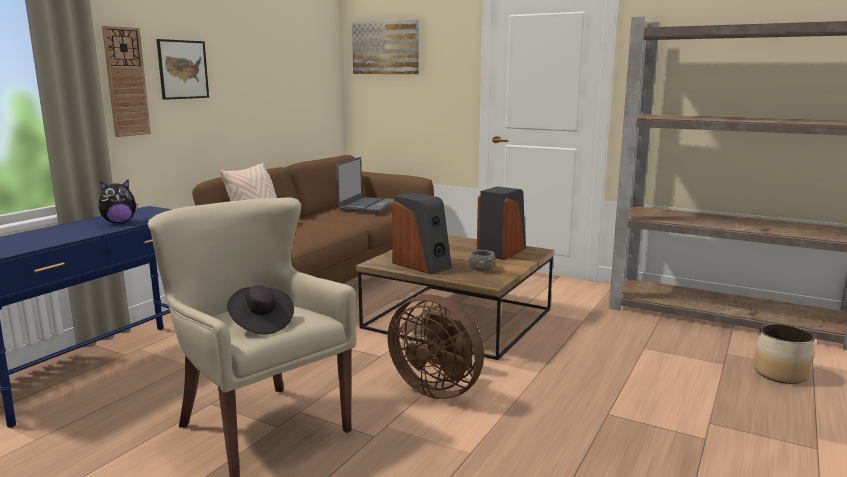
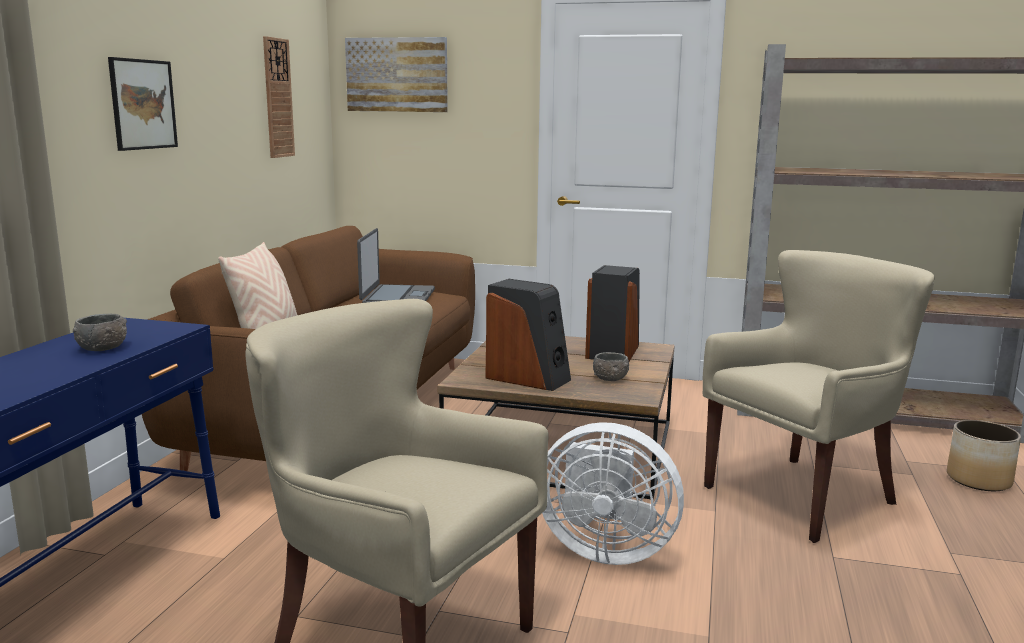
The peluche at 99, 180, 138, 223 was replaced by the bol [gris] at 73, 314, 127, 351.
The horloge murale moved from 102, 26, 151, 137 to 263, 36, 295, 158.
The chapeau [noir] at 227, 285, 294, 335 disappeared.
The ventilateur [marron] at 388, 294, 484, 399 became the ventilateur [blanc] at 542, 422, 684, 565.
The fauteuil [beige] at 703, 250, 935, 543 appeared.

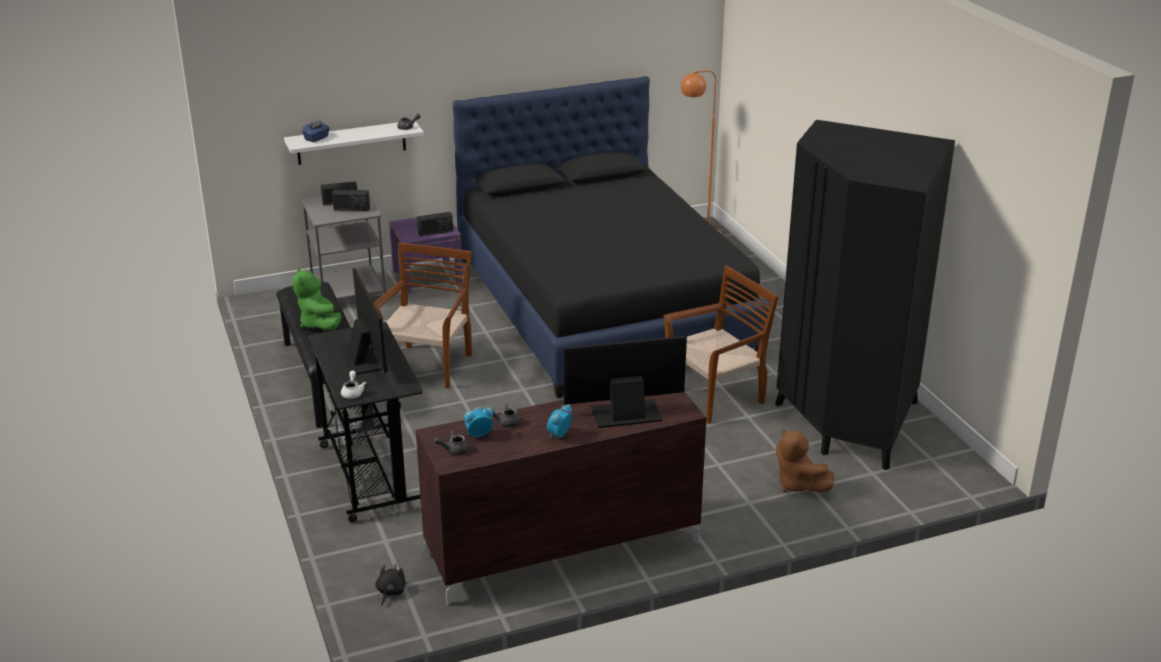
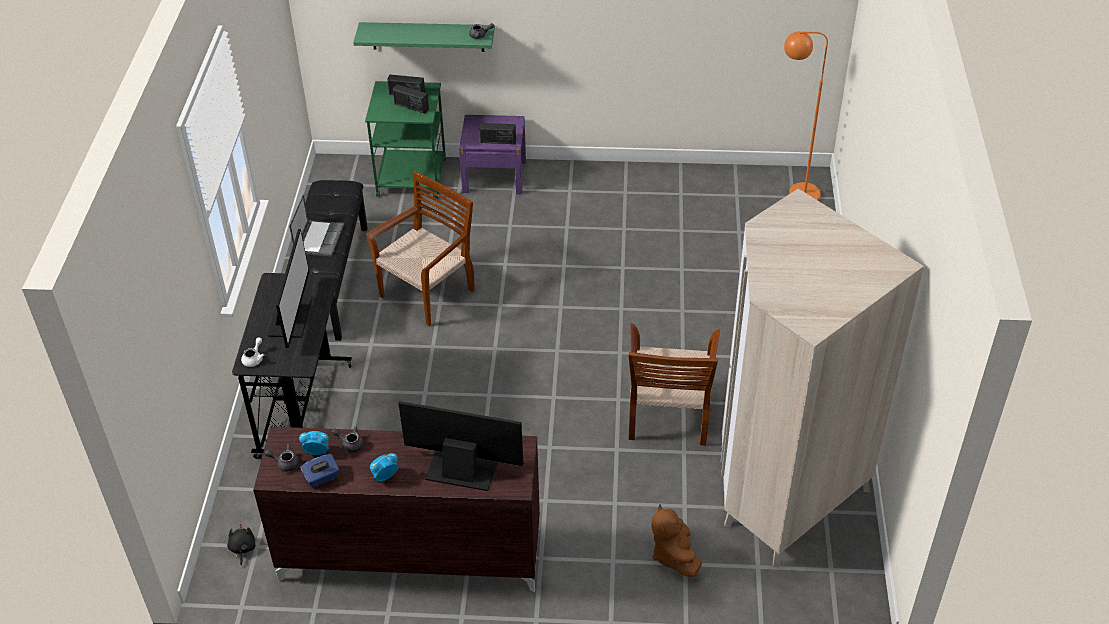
The étagère [blanc] at 284, 121, 424, 165 became the étagère [vert] at 353, 22, 495, 52.
The peluche [vert] at 293, 267, 341, 330 was replaced by the ordinateur portable at 289, 194, 344, 257.
The chariot [gris] at 301, 196, 386, 299 became the chariot [vert] at 365, 81, 446, 199.
The boîte à mouchoirs [bleu] moved from 302, 120, 330, 142 to 300, 454, 339, 488.
The peluche [noir] at 375, 564, 406, 605 turned 45 degrees counterclockwise.
The lit [noir] at 453, 76, 771, 398 disappeared.
The fauteuil [marron] at 664, 266, 778, 424 turned 105 degrees clockwise.
The armoire [noir] at 775, 120, 955, 470 became the armoire [beige] at 721, 189, 924, 567.

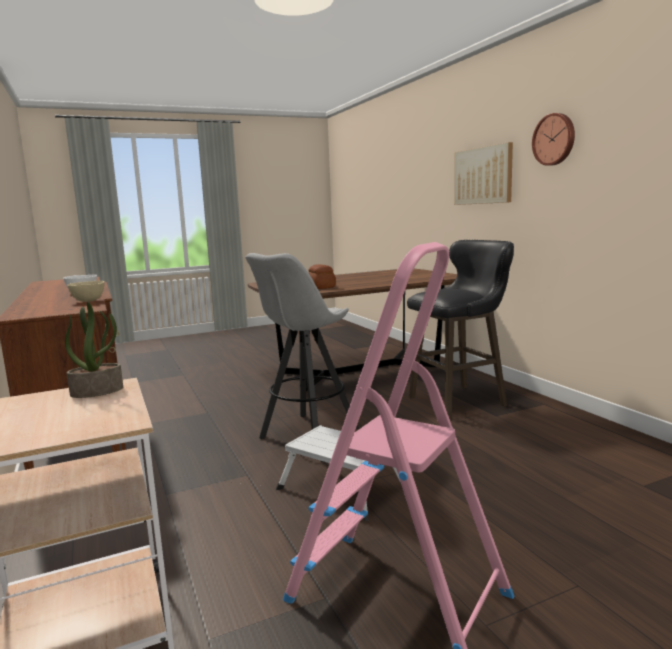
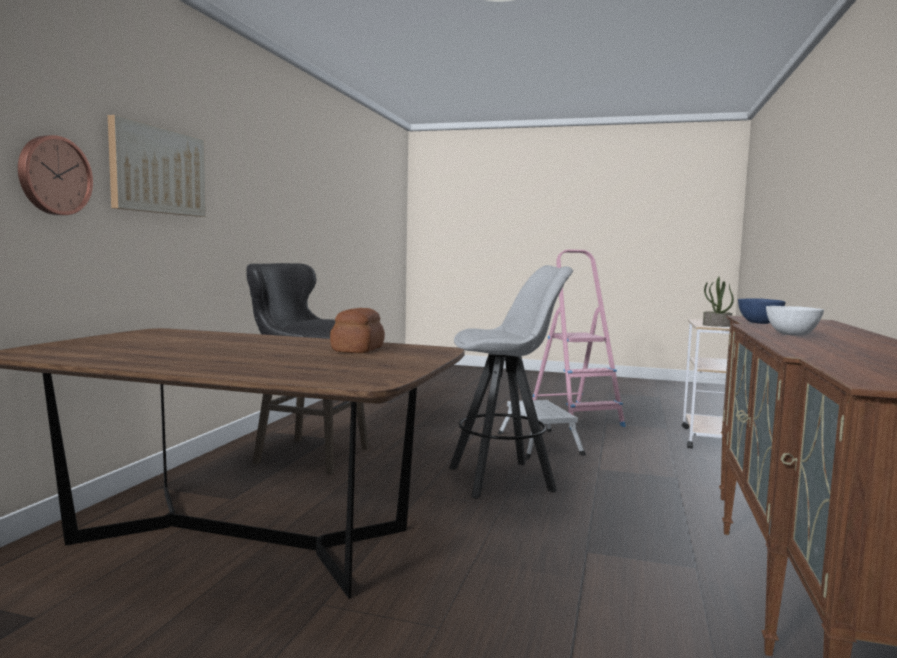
The bol [beige] at 67, 281, 104, 302 became the bol [bleu] at 738, 299, 786, 324.
The horloge murale moved from 532, 113, 575, 166 to 18, 135, 93, 215.

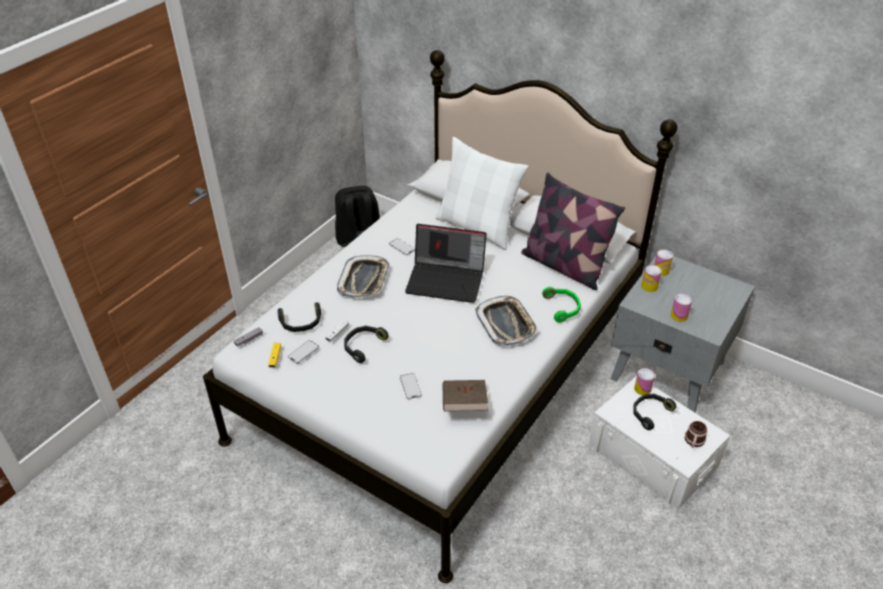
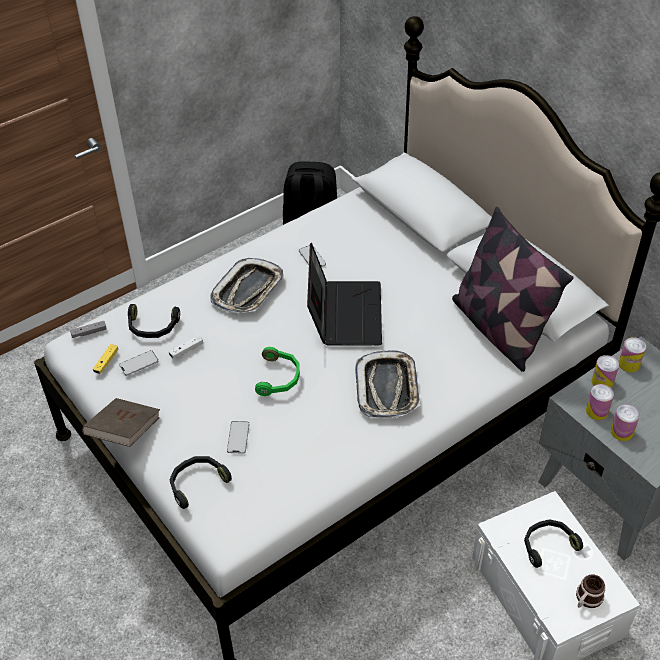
The casque audio [noir] moved from 344, 326, 389, 363 to 169, 456, 232, 509.
The ordinateur portable at 405, 224, 487, 303 turned 120 degrees counterclockwise.
The coussin [blanc] at 435, 137, 529, 250 disappeared.
The livre [marron] moved from 442, 380, 488, 412 to 82, 398, 160, 447.
The casque audio [vert] moved from 542, 287, 581, 323 to 255, 347, 300, 396.
The boîte métallique moved from 634, 368, 655, 395 to 586, 384, 614, 420.

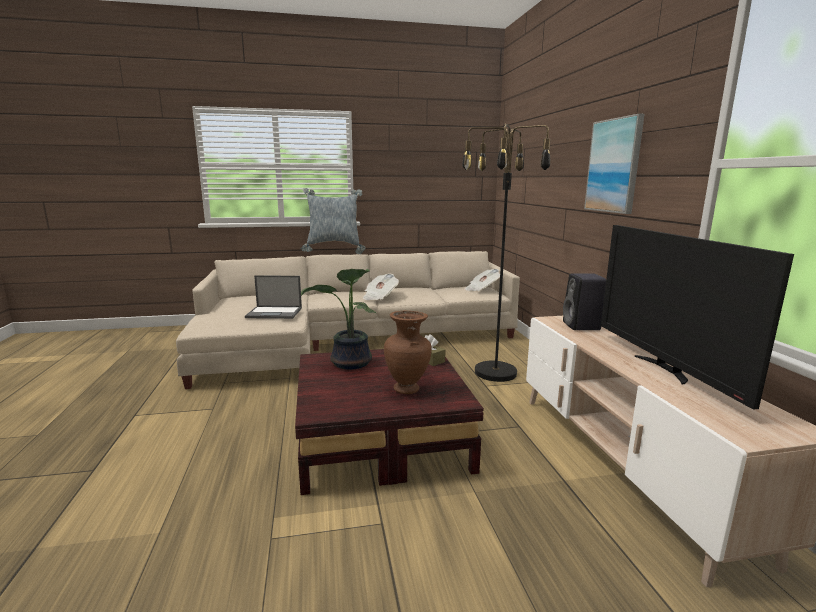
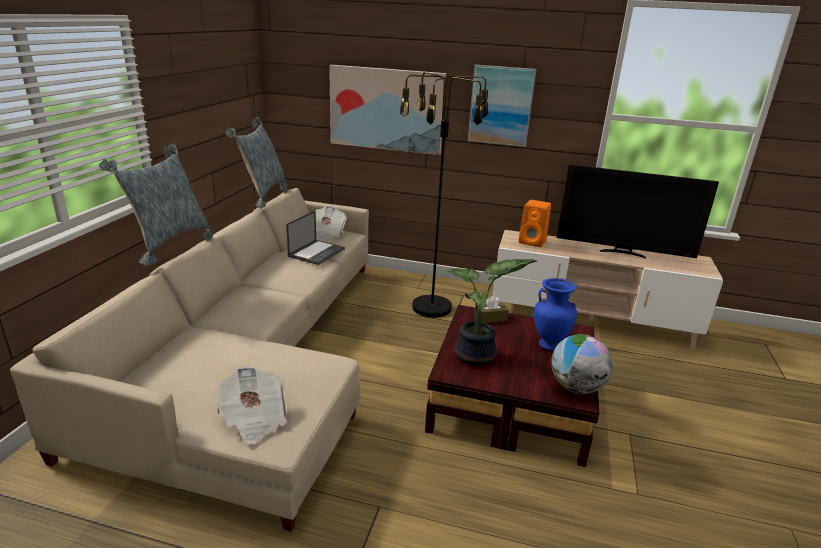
The ordinateur portable moved from 245, 275, 302, 319 to 286, 211, 345, 265.
The journal moved from 362, 273, 399, 300 to 217, 366, 287, 445.
The vase [marron] at 384, 311, 432, 394 became the vase [bleu] at 534, 278, 577, 351.
The enceinte [noir] at 563, 273, 606, 330 became the enceinte [orange] at 518, 200, 551, 247.
The coussin at 225, 117, 288, 209 appeared.
The tableau at 329, 65, 446, 155 appeared.
The globe at 551, 334, 613, 394 appeared.

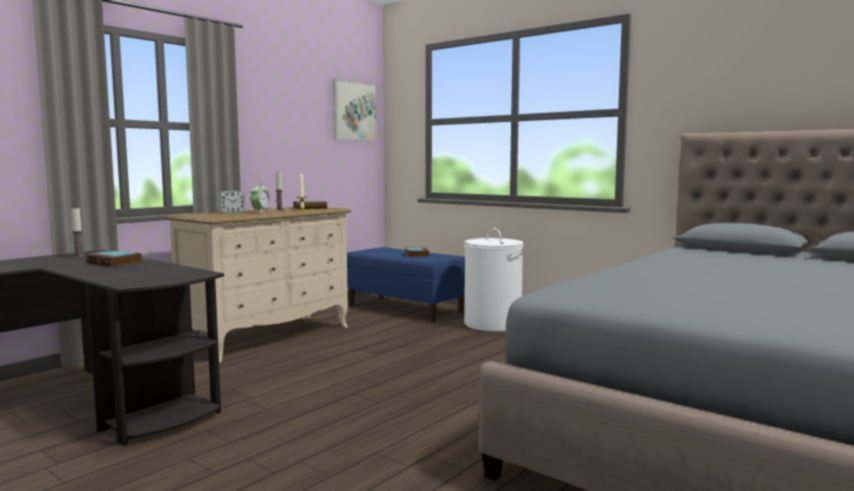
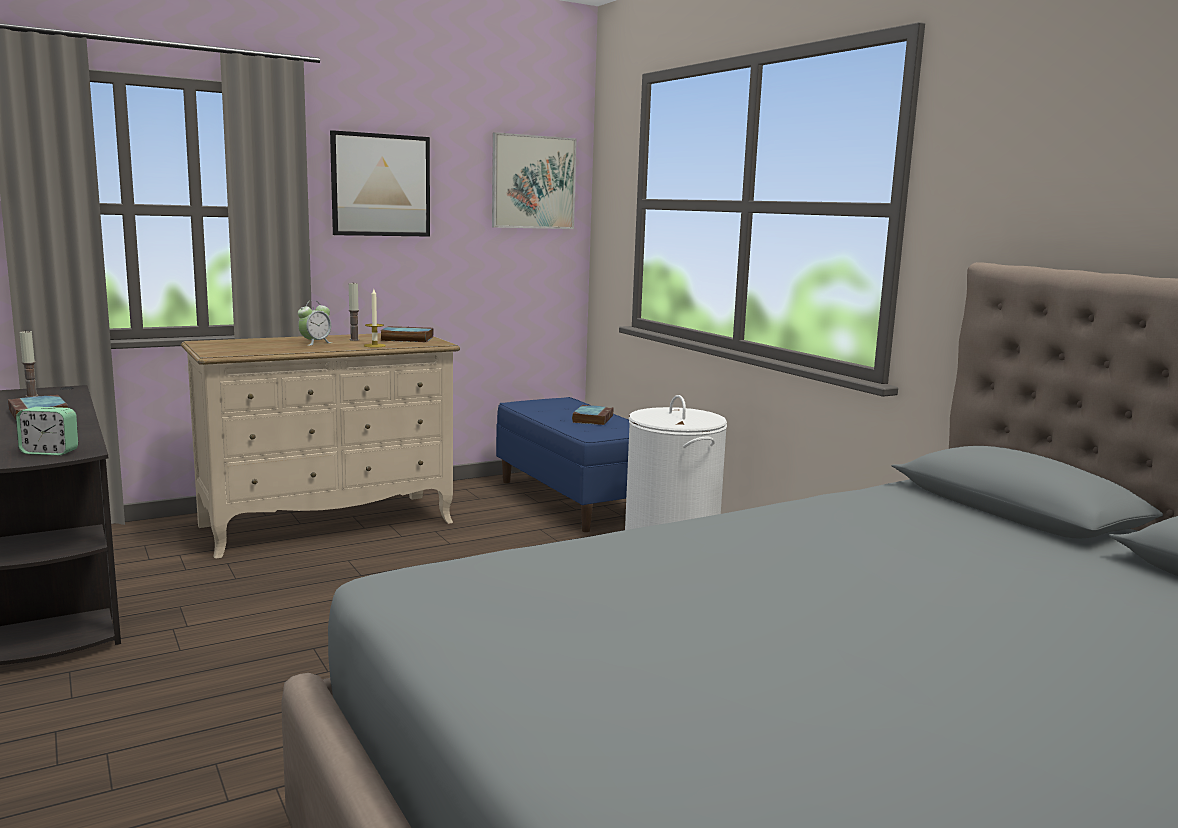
The réveil moved from 220, 190, 245, 213 to 16, 407, 78, 455.
The tableau at 330, 130, 430, 237 appeared.

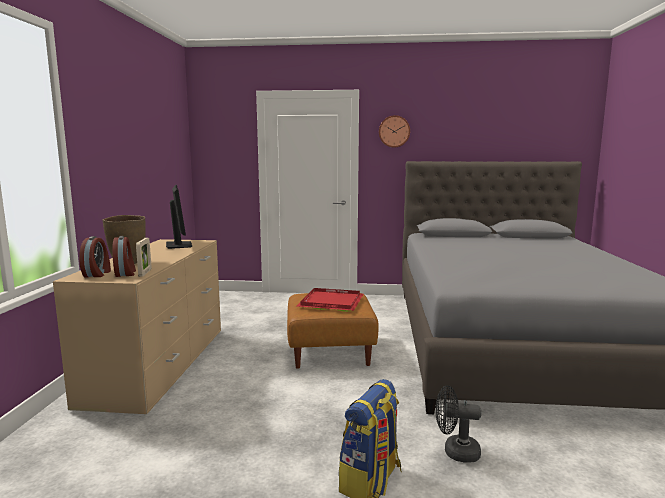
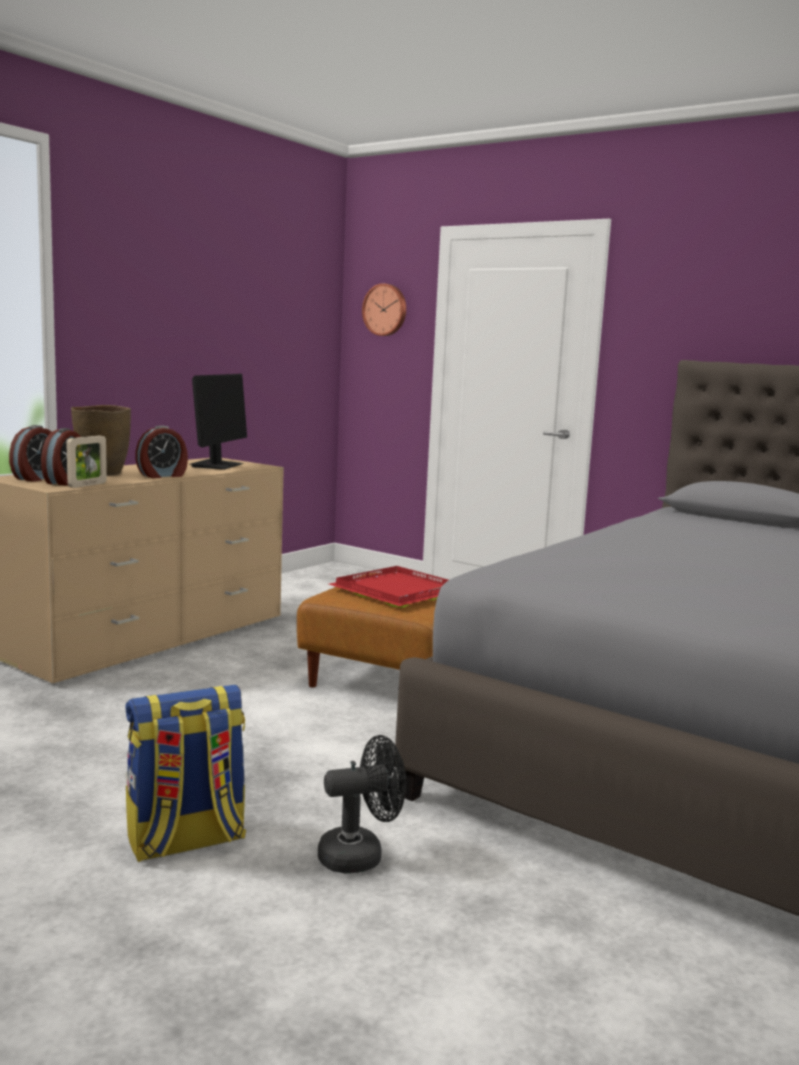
The horloge murale moved from 379, 115, 410, 148 to 362, 283, 406, 336.
The ventilateur [noir] at 436, 385, 481, 463 turned 120 degrees clockwise.
The réveil at 135, 425, 188, 478 appeared.

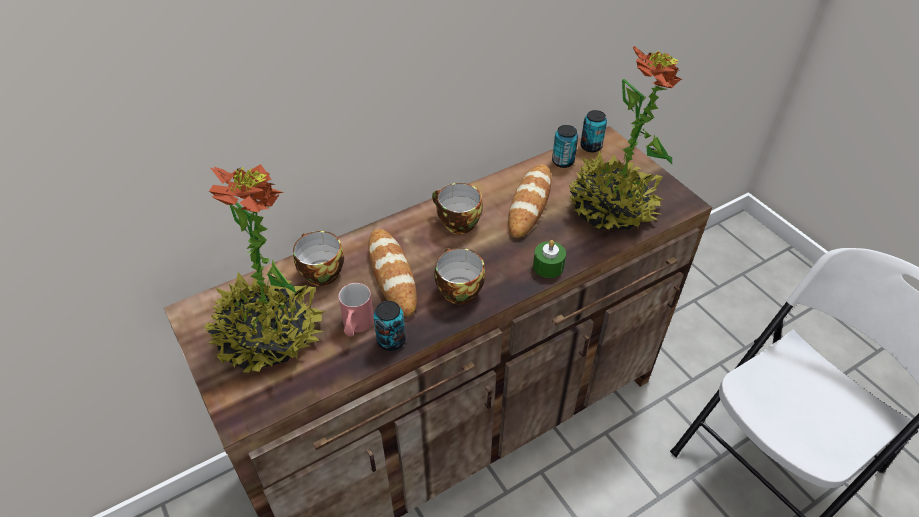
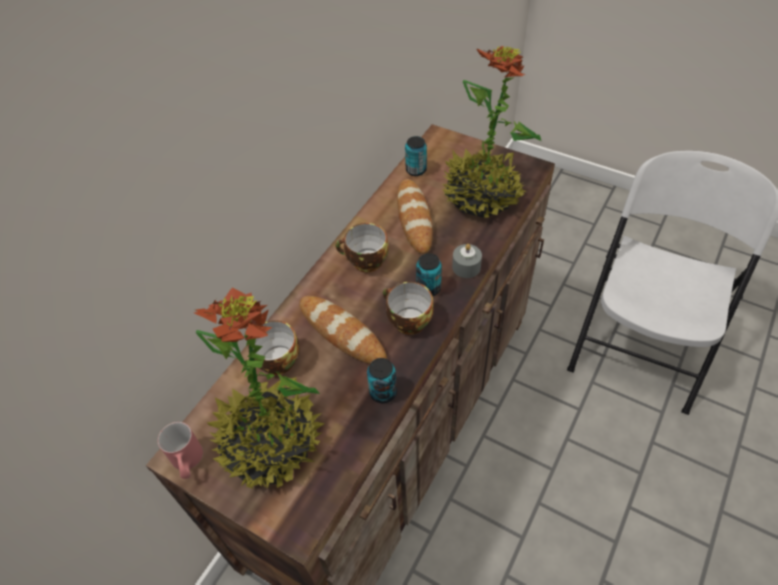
The mug [rouge] moved from 338, 283, 374, 337 to 158, 422, 203, 479.
The bougie [vert] at 533, 240, 566, 278 became the bougie [gris] at 452, 244, 482, 278.
The boîte métallique moved from 580, 110, 607, 152 to 416, 253, 442, 296.

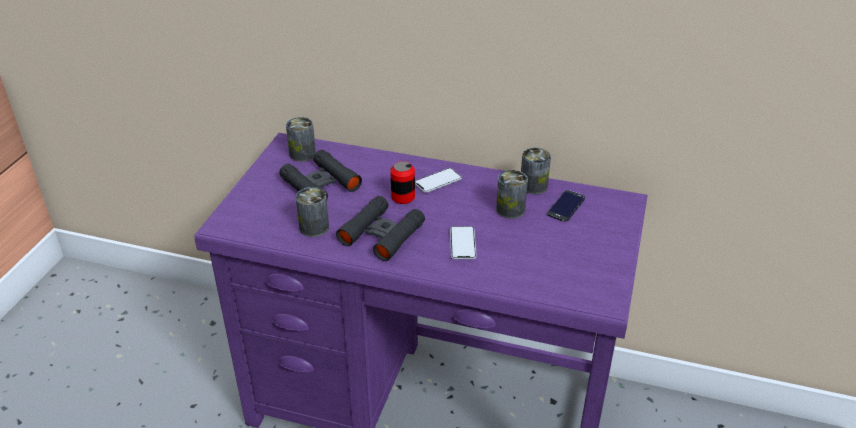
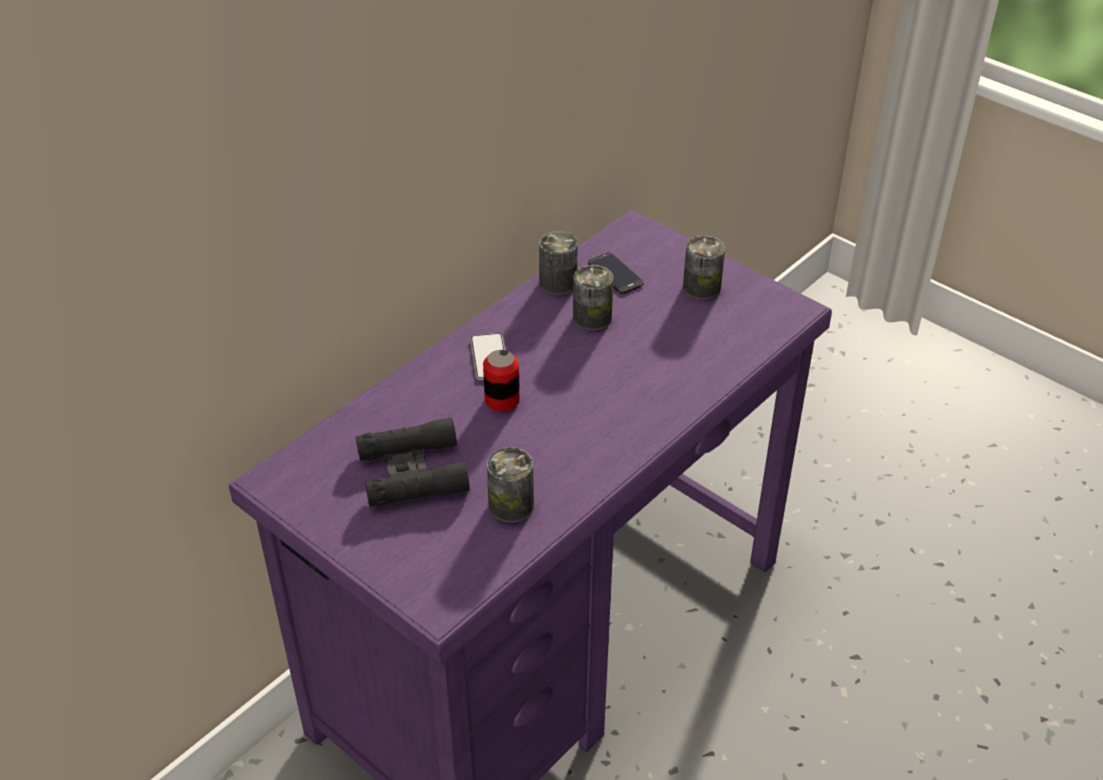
The boîte métallique moved from 286, 117, 316, 162 to 683, 236, 725, 300.
The jumelles [noir] at 336, 196, 425, 261 disappeared.
The téléphone at 450, 226, 477, 259 disappeared.

